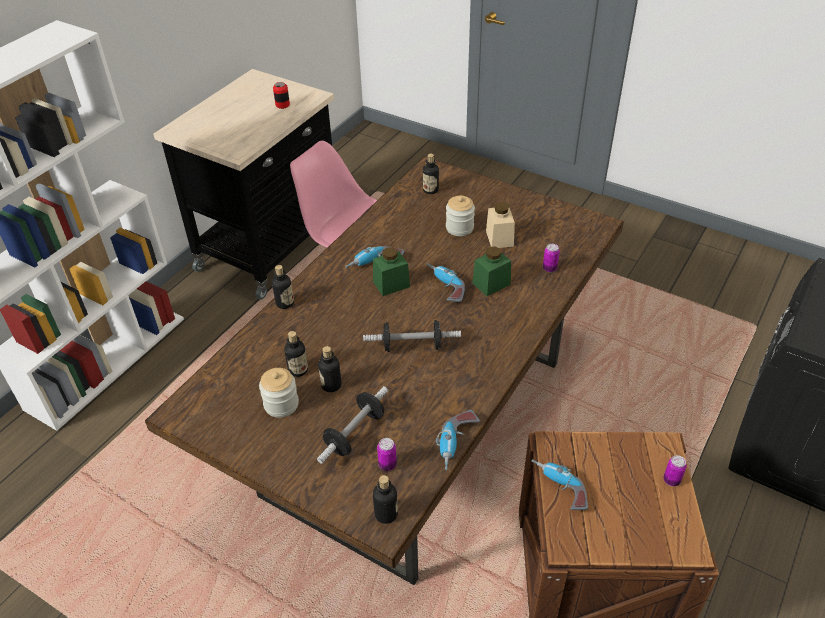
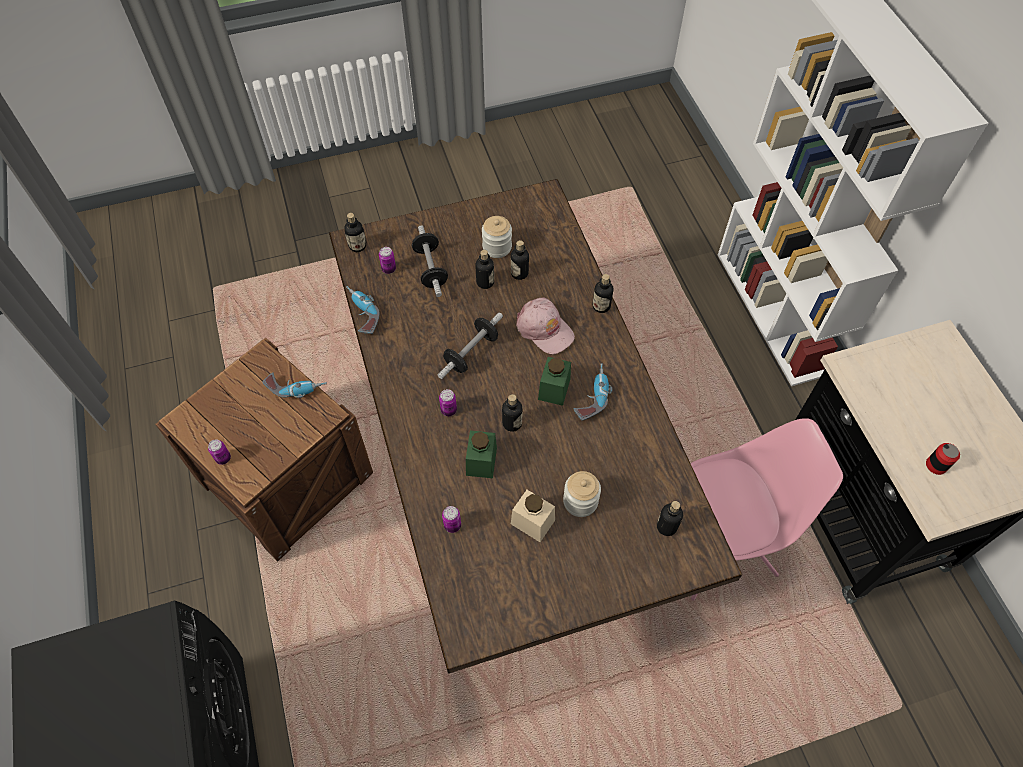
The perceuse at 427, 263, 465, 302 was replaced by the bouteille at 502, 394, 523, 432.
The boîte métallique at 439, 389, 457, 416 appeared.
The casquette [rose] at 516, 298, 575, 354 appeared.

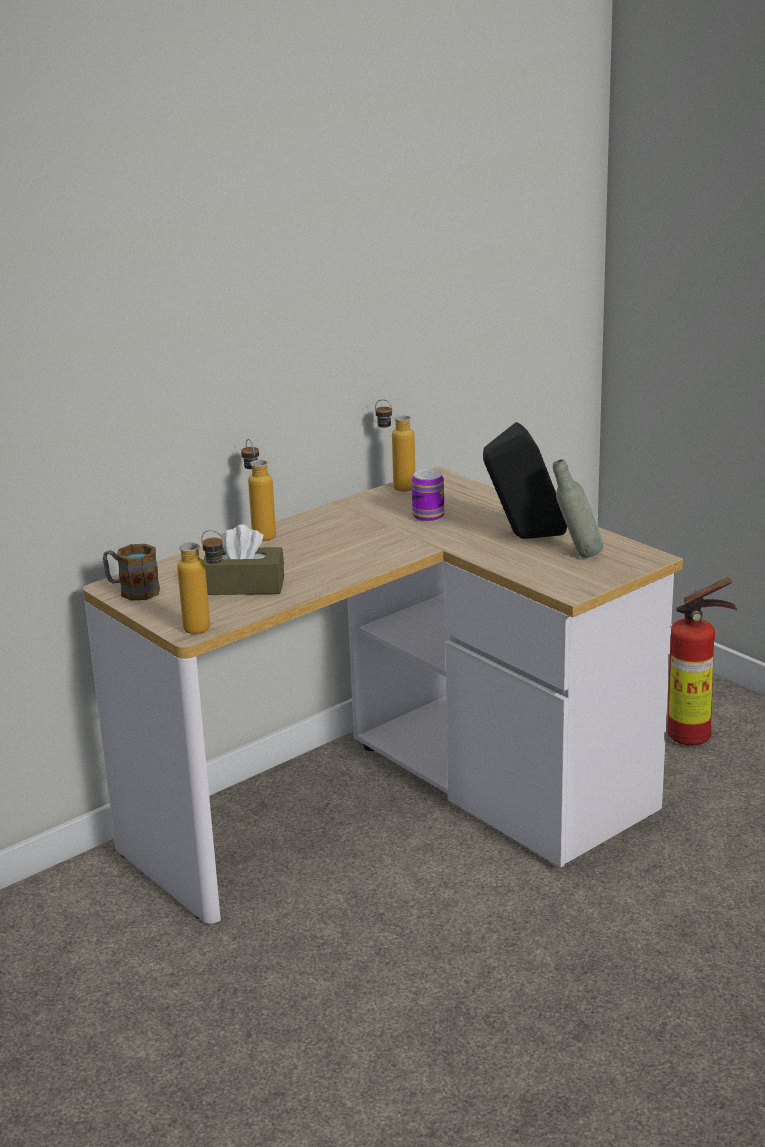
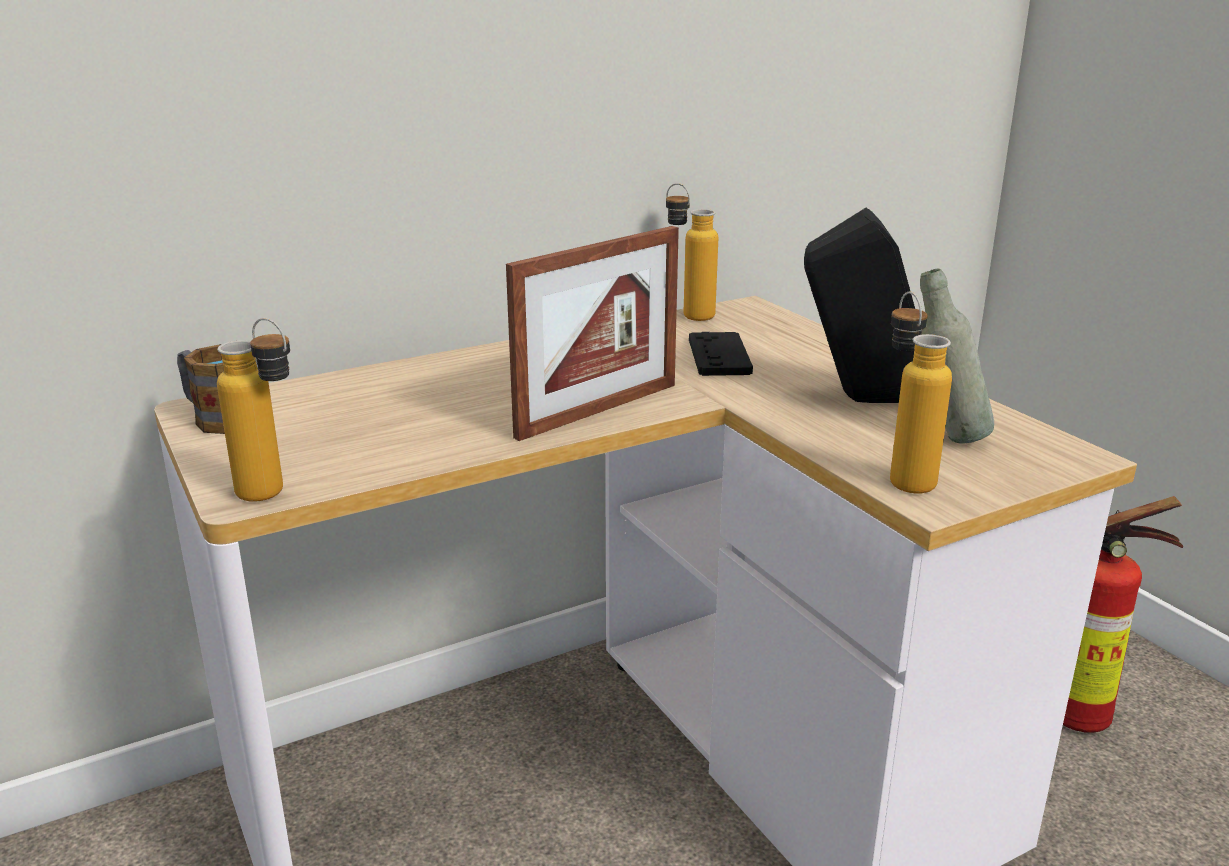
The boîte à mouchoirs [marron] at 203, 524, 284, 595 disappeared.
The bouteille moved from 241, 439, 276, 541 to 890, 292, 952, 494.
The boîte métallique at 412, 469, 444, 522 was replaced by the manette [noir] at 689, 332, 753, 376.
The cadre photo at 506, 226, 679, 441 appeared.

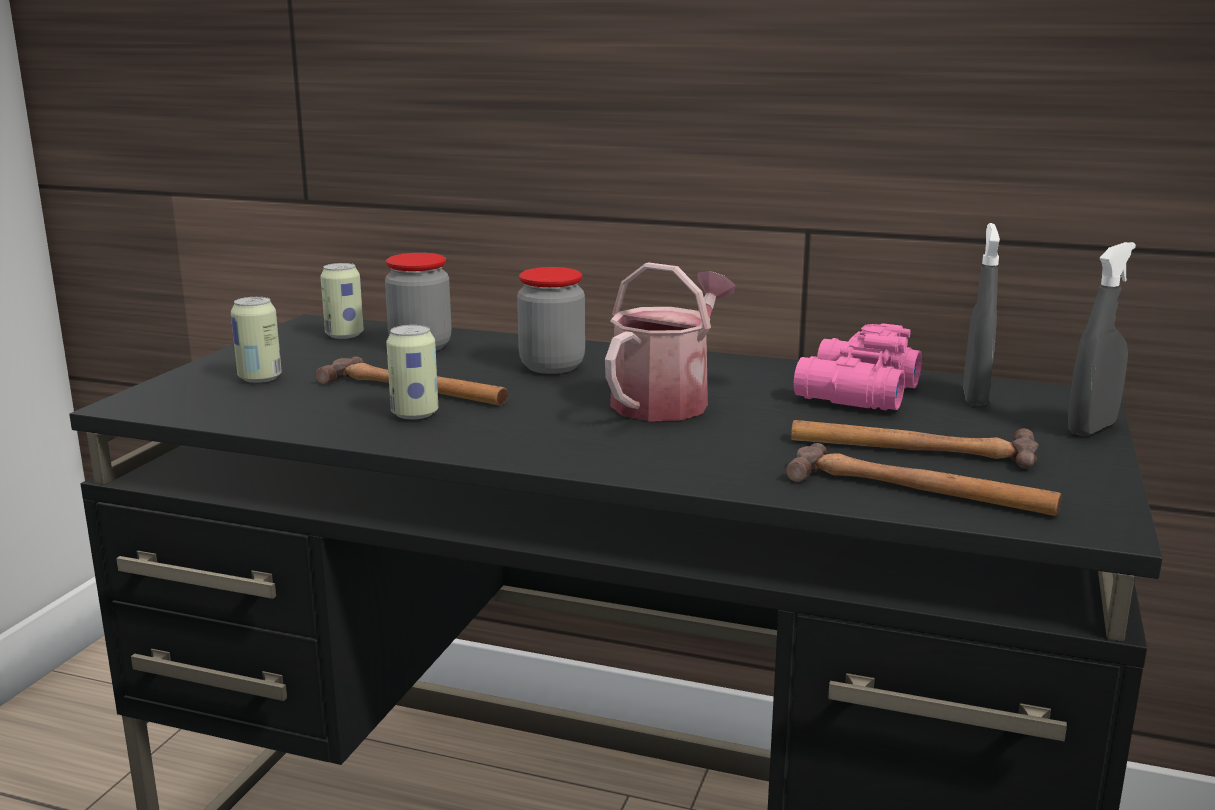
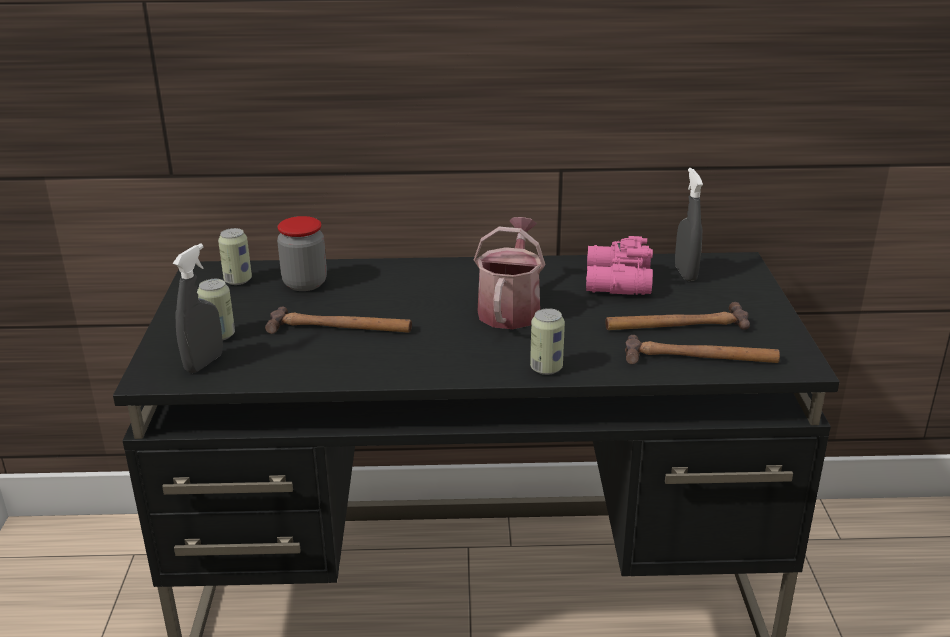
The boîte métallique moved from 386, 325, 438, 419 to 530, 308, 565, 375.
The bocal at 517, 267, 585, 374 disappeared.
The vaporisateur [gris] moved from 1068, 242, 1136, 436 to 173, 243, 223, 373.

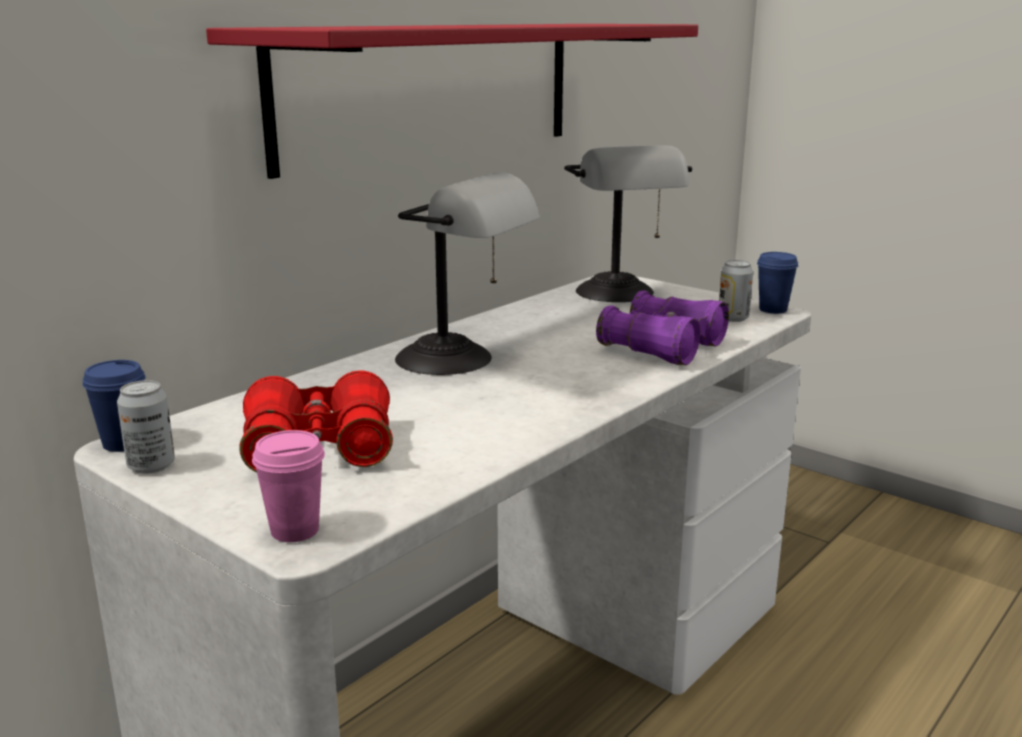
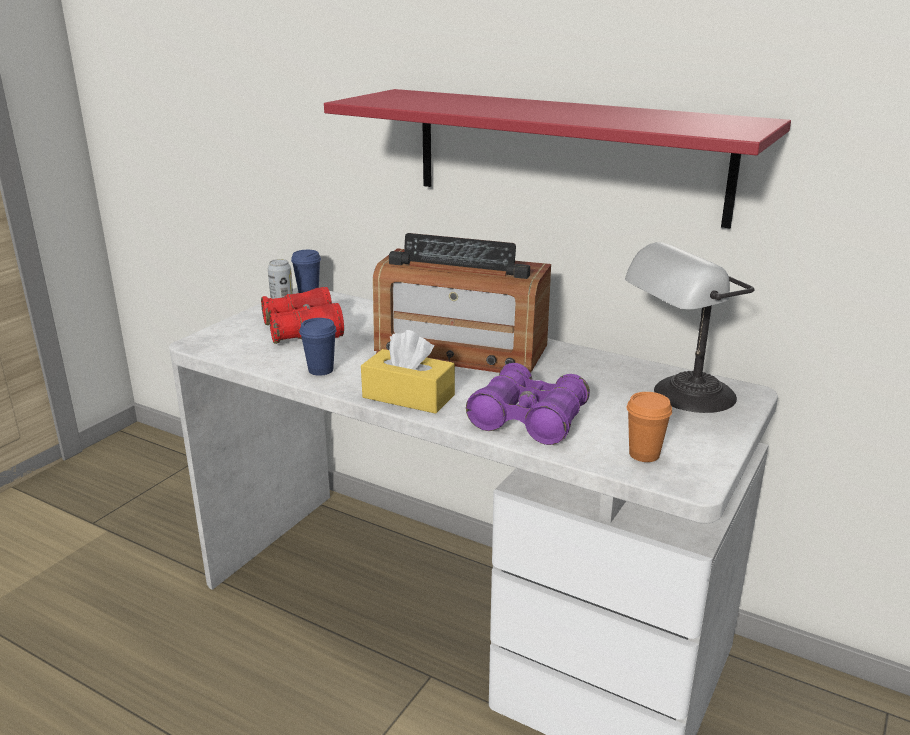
The tasse [rose] at 252, 430, 325, 542 disappeared.
The lampe de table at 395, 172, 539, 375 was replaced by the radio at 373, 233, 551, 373.
The boîte métallique at 719, 260, 753, 322 was replaced by the tasse [orange] at 627, 392, 672, 462.
The tasse [bleu] moved from 757, 252, 798, 314 to 299, 318, 337, 376.
The boîte à mouchoirs [jaune] at 361, 330, 455, 414 appeared.

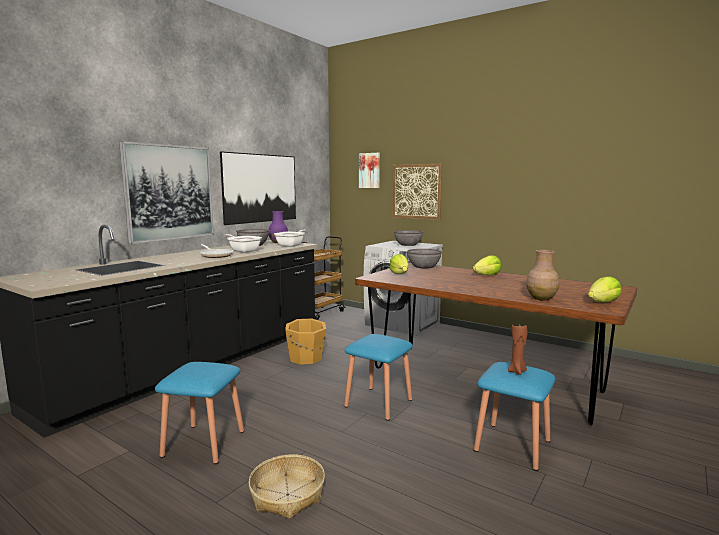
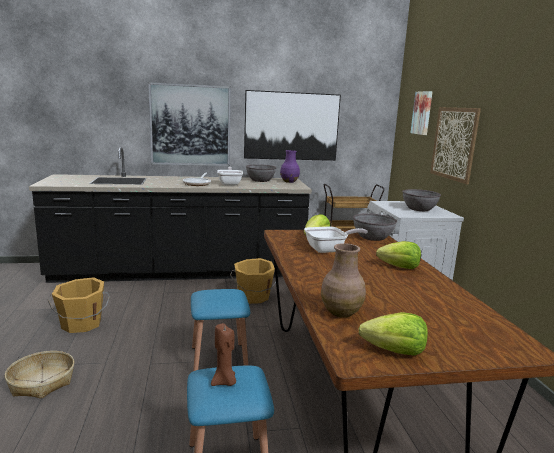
The tabouret [bleu] at 155, 362, 244, 464 was replaced by the seau [orange] at 48, 277, 110, 333.
The poêle moved from 274, 230, 308, 247 to 304, 227, 368, 253.

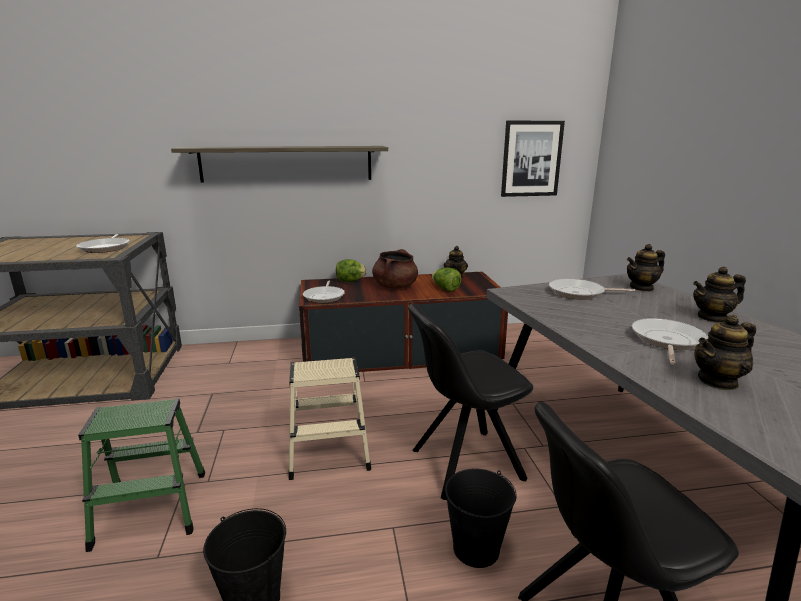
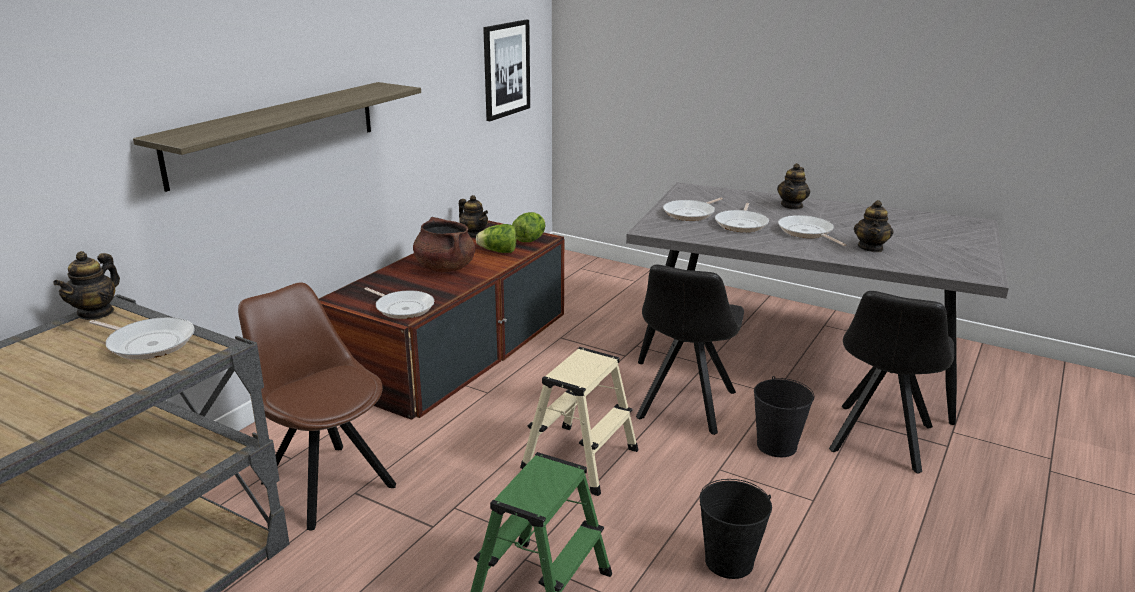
The laitue moved from 336, 259, 367, 282 to 512, 212, 545, 242.
The théière moved from 627, 244, 665, 291 to 53, 251, 120, 320.
The chaise [marron] at 238, 282, 396, 531 appeared.
The poêle at 715, 203, 769, 232 appeared.

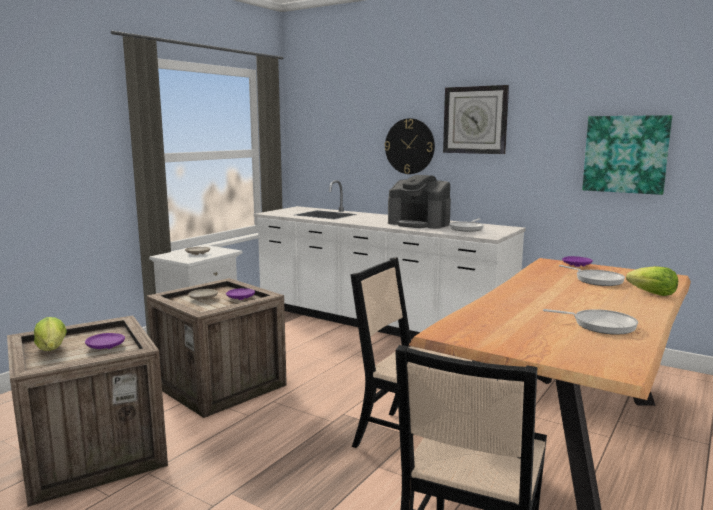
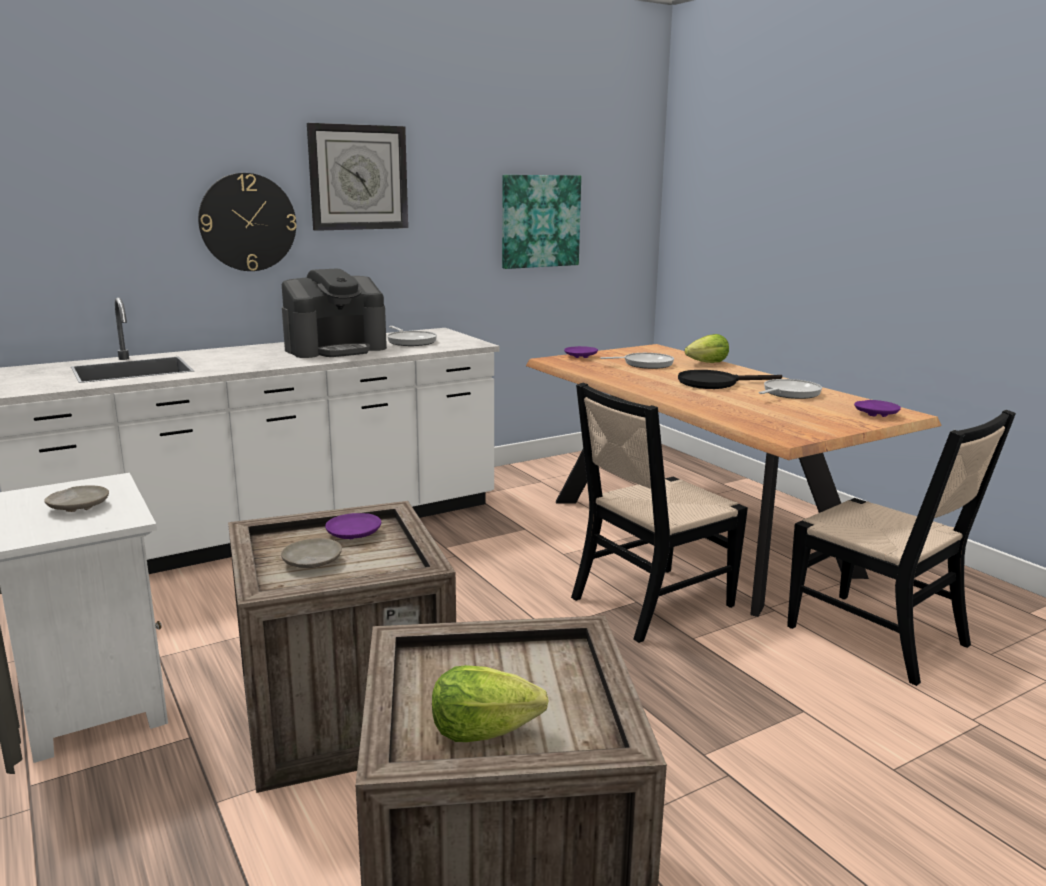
The assiette [violet] moved from 85, 333, 125, 349 to 854, 400, 901, 417.
The poêle [noir] at 678, 370, 782, 389 appeared.

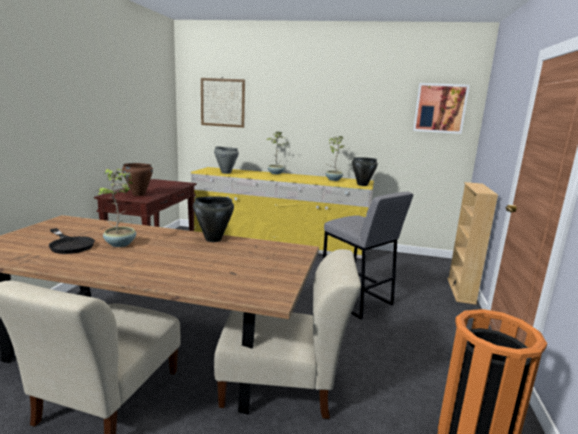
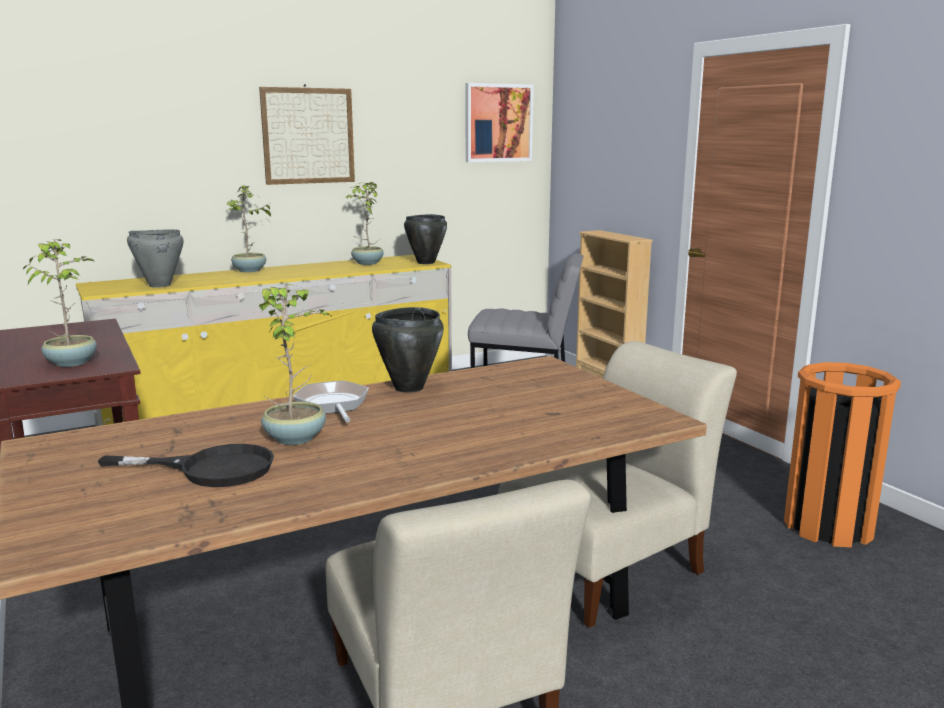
The marmite [marron] at 122, 163, 153, 196 was replaced by the plante en pot at 23, 239, 97, 367.
The tableau moved from 201, 77, 245, 128 to 259, 84, 355, 185.
The poêle at 293, 380, 369, 422 appeared.

